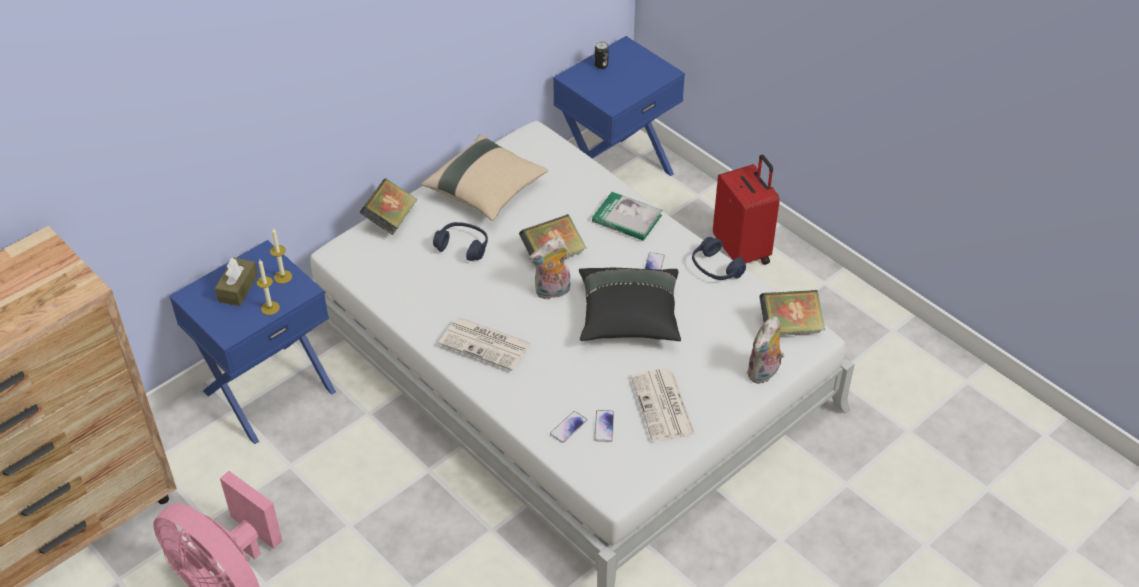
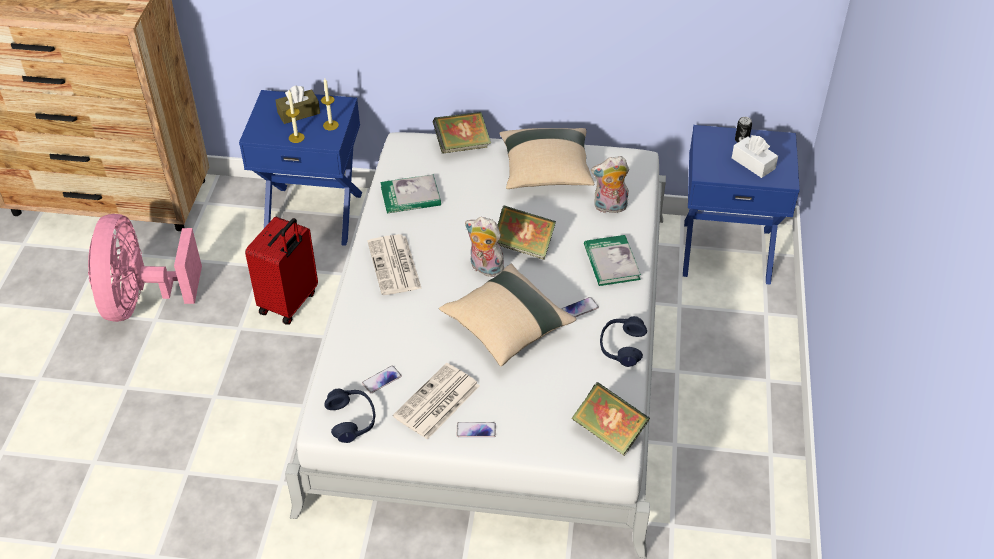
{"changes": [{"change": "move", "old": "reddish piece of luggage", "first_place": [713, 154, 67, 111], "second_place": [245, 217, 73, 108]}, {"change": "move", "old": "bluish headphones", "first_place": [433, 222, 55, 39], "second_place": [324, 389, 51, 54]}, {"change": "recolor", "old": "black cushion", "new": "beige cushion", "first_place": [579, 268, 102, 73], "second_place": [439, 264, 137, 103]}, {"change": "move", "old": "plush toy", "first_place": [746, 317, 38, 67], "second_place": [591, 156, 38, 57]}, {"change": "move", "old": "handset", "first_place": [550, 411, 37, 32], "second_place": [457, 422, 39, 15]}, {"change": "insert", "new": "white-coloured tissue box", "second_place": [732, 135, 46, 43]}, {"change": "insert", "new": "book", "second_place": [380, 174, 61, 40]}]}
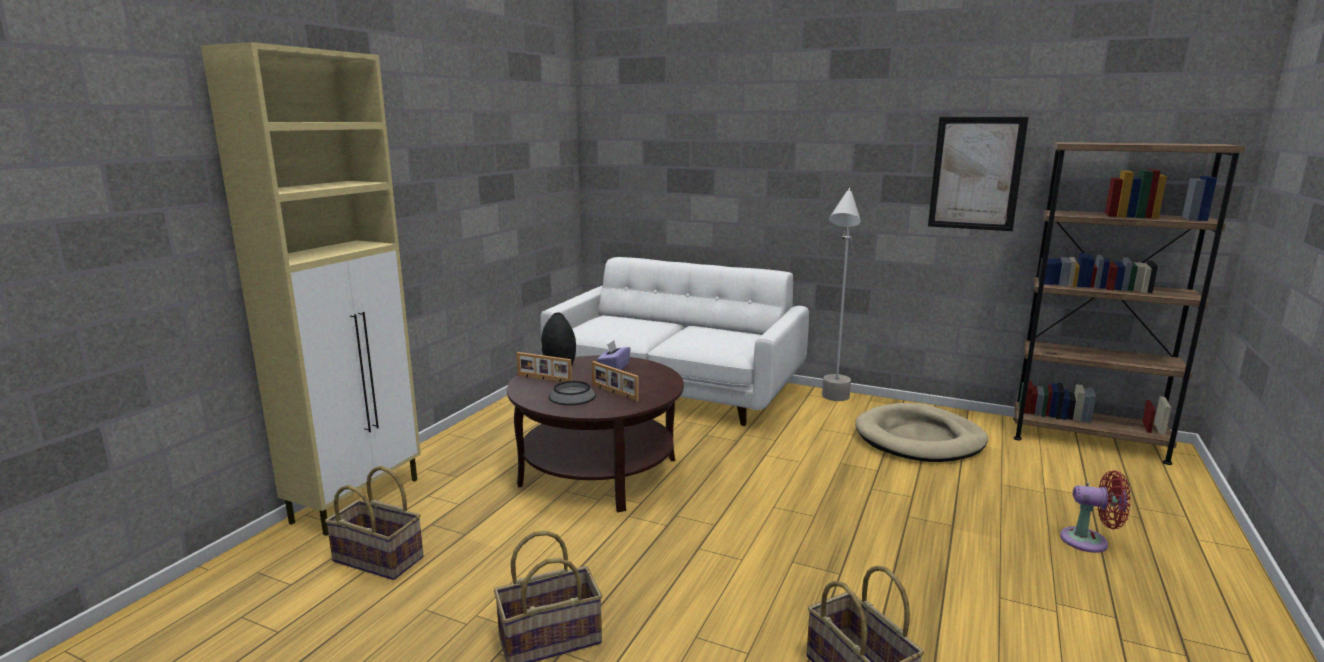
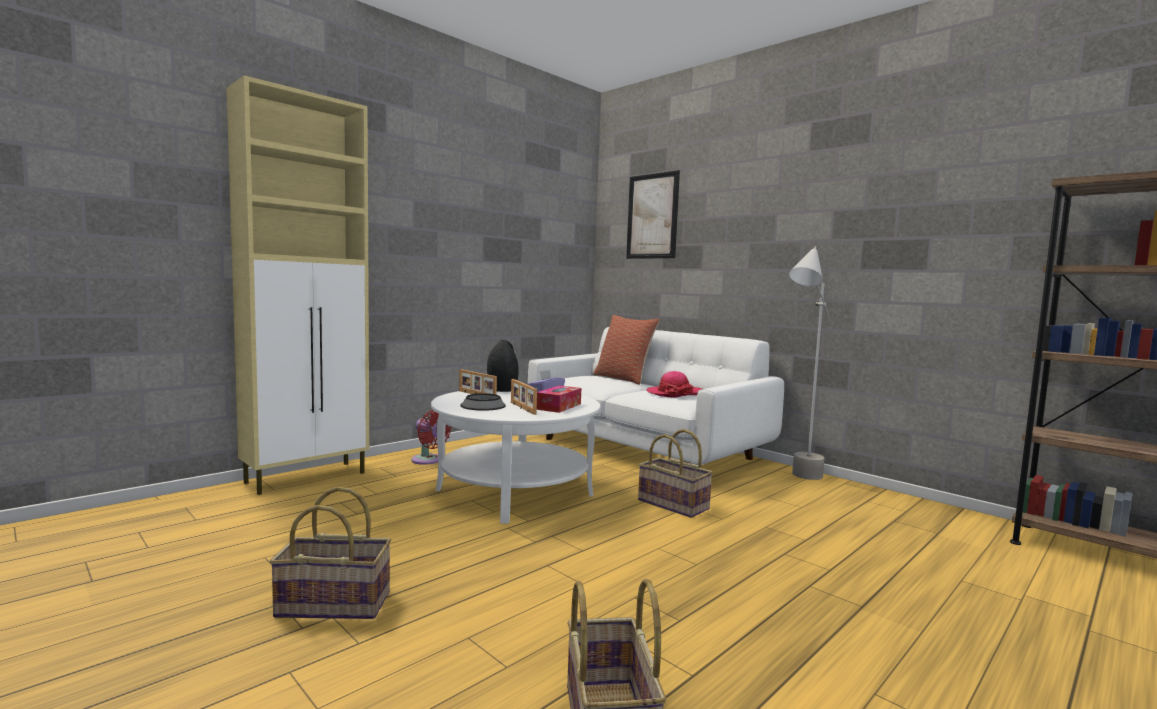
{"changes": [{"change": "move", "old": "wall art", "first_place": [928, 117, 101, 114], "second_place": [626, 170, 54, 89]}, {"change": "recolor", "old": "brown-coloured lounge table", "new": "white-coloured lounge table", "first_place": [507, 355, 177, 157], "second_place": [431, 391, 169, 133]}, {"change": "delete", "old": "beige dog cushion", "first_place": [855, 403, 133, 59]}, {"change": "move", "old": "storage basket", "first_place": [325, 466, 99, 114], "second_place": [638, 429, 75, 89]}, {"change": "move", "old": "reddish electric fan", "first_place": [1060, 471, 71, 82], "second_place": [411, 410, 41, 55]}, {"change": "insert", "new": "cushion", "second_place": [593, 315, 66, 70]}, {"change": "insert", "new": "hat", "second_place": [646, 371, 56, 26]}, {"change": "insert", "new": "tissue box", "second_place": [537, 385, 44, 28]}]}
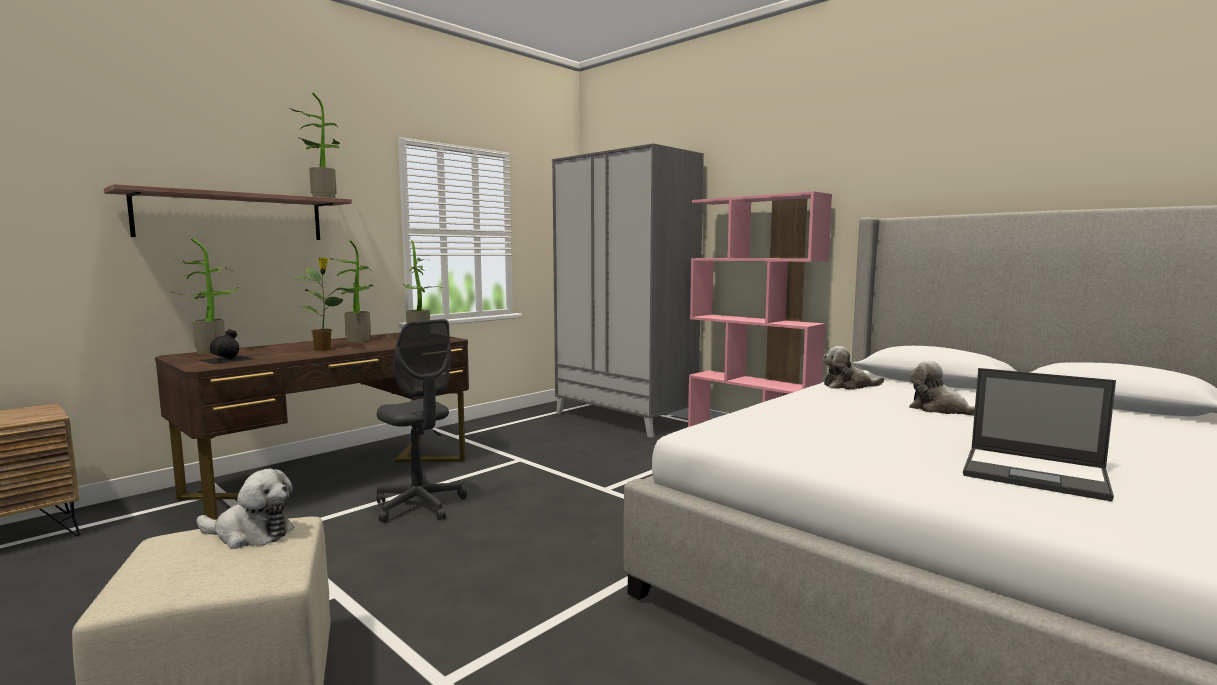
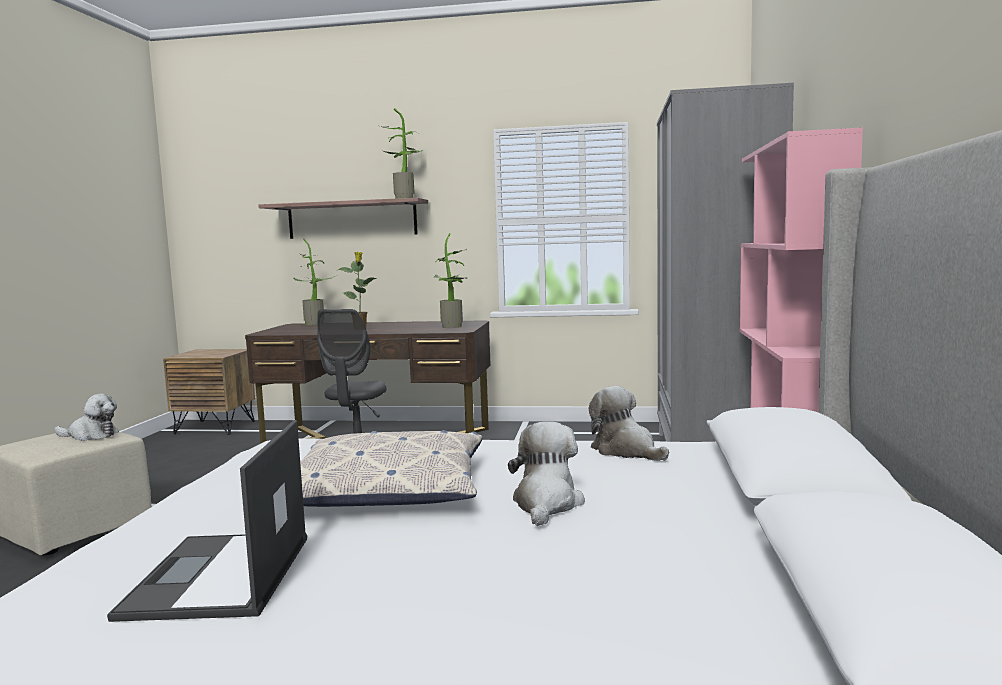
{"changes": [{"change": "delete", "old": "potted plant", "first_place": [330, 240, 43, 102]}, {"change": "delete", "old": "black bottle", "first_place": [198, 329, 57, 35]}, {"change": "rotate", "old": "plush toy", "first_place": [196, 469, 98, 80], "second_place": [55, 394, 64, 47], "degrees": -60}, {"change": "insert", "new": "cushion", "second_place": [300, 430, 183, 77]}]}
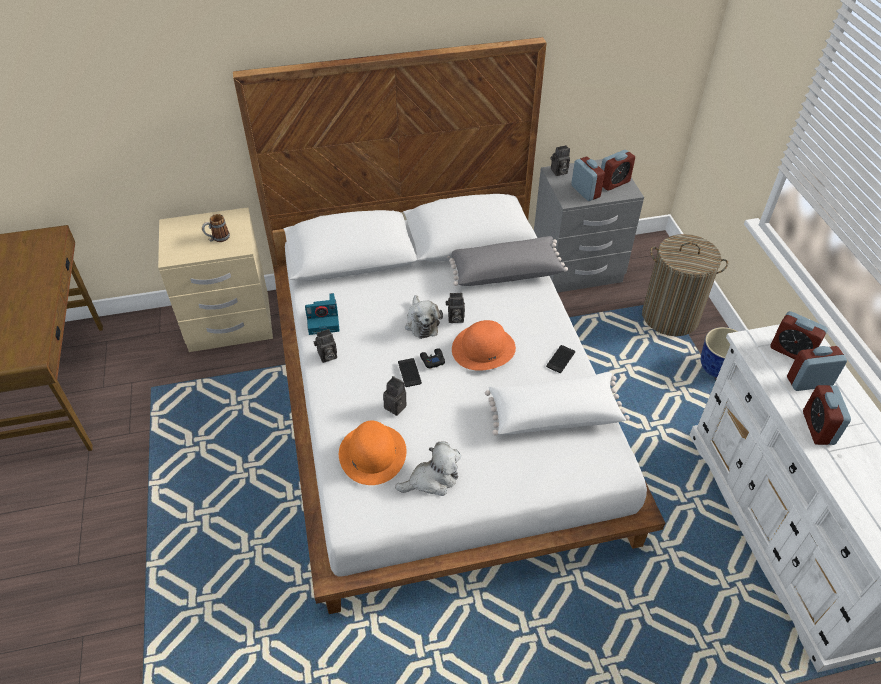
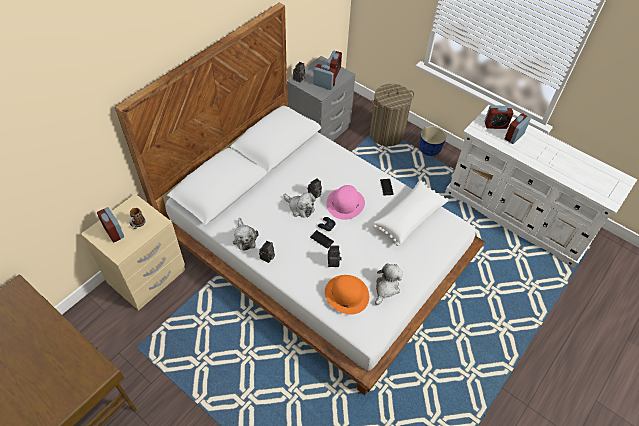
{"changes": [{"change": "delete", "old": "grey cushion", "first_place": [447, 236, 121, 50]}, {"change": "replace", "old": "still camera", "new": "plush toy", "first_place": [305, 293, 35, 42], "second_place": [233, 218, 25, 33]}, {"change": "recolor", "old": "orange-coloured hat", "new": "pinkish hat", "first_place": [452, 320, 64, 51], "second_place": [326, 185, 39, 35]}, {"change": "move", "old": "table clock", "first_place": [803, 385, 48, 60], "second_place": [97, 207, 27, 36]}]}
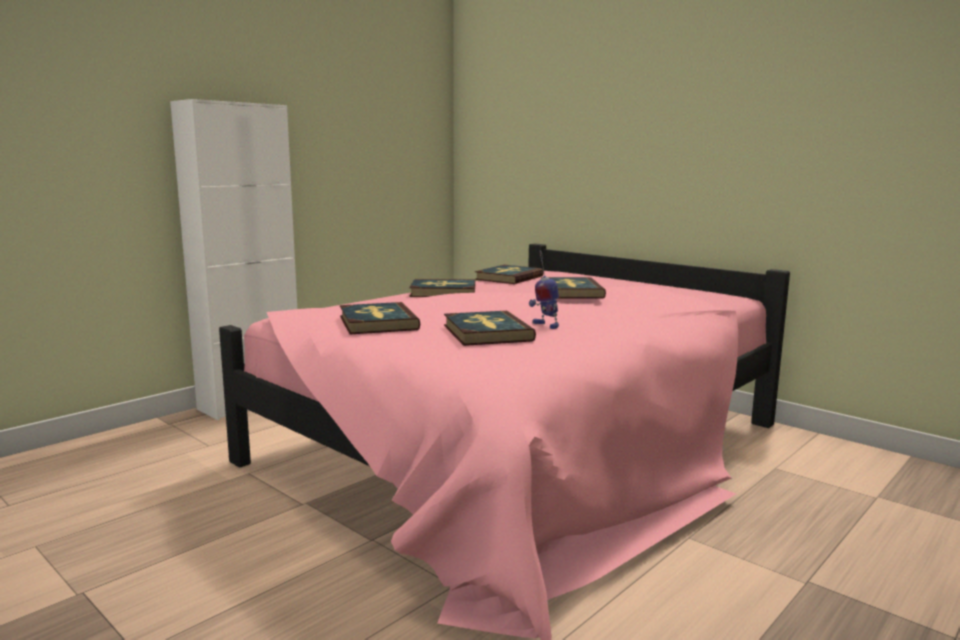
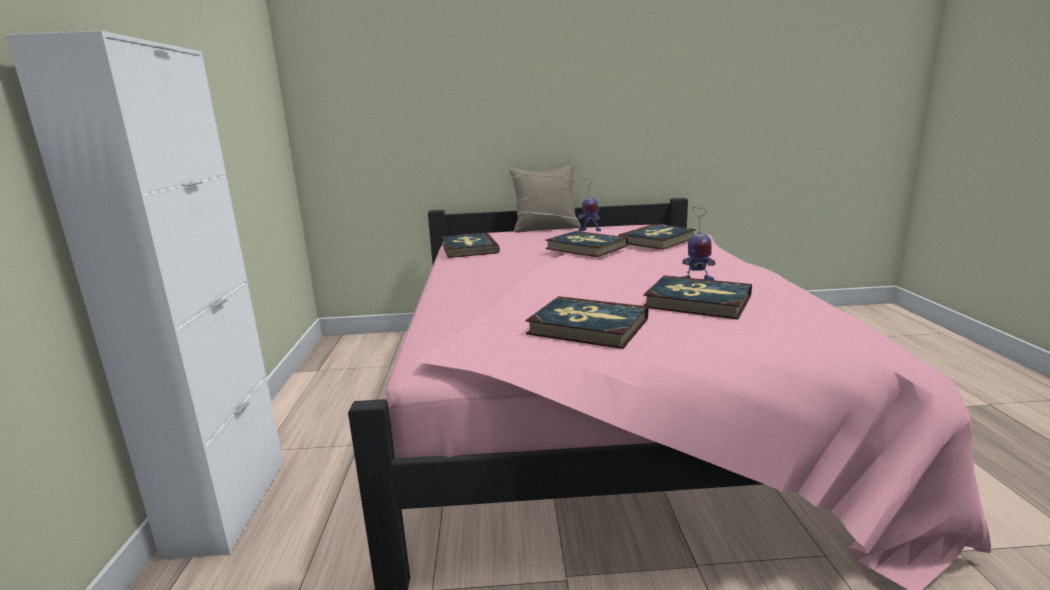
{"changes": [{"change": "move", "old": "book", "first_place": [409, 279, 66, 18], "second_place": [618, 224, 78, 26]}, {"change": "insert", "new": "beige cushion", "second_place": [509, 165, 72, 68]}, {"change": "insert", "new": "toy robot", "second_place": [578, 179, 23, 52]}]}
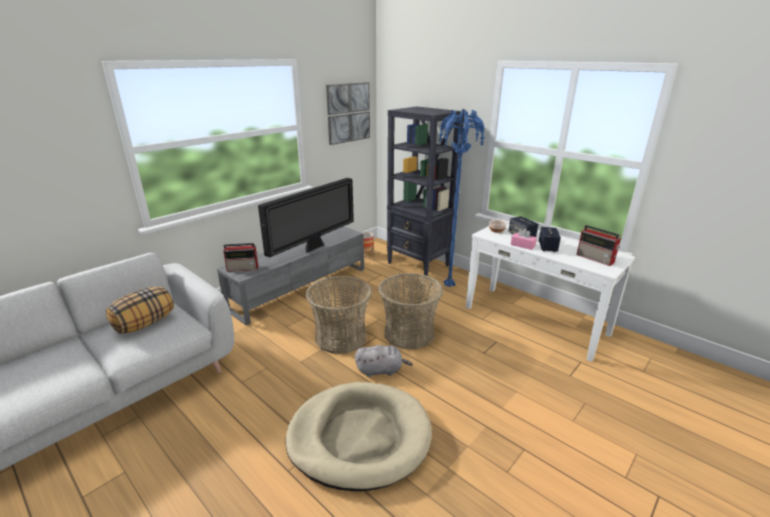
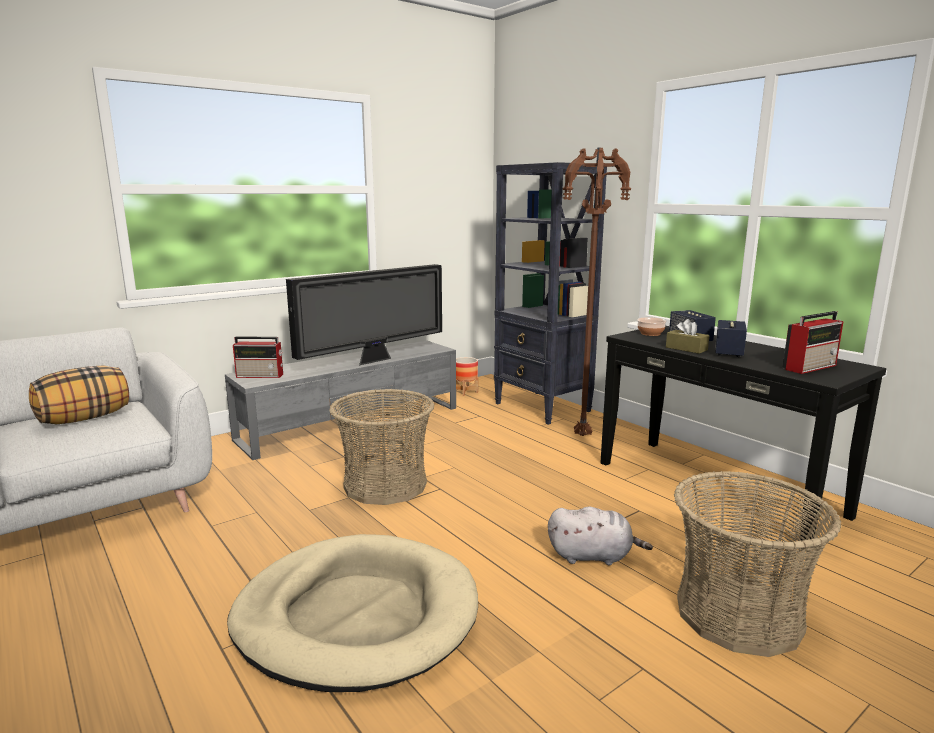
{"changes": [{"change": "delete", "old": "wall art", "first_place": [326, 82, 44, 63]}, {"change": "recolor", "old": "bluish floor lamp", "new": "brown-coloured floor lamp", "first_place": [438, 109, 47, 178], "second_place": [562, 148, 69, 288]}, {"change": "recolor", "old": "white-coloured narrow table", "new": "black narrow table", "first_place": [466, 222, 169, 140], "second_place": [600, 326, 286, 223]}, {"change": "rotate", "old": "radio set", "first_place": [577, 225, 44, 41], "second_place": [782, 311, 61, 63], "degrees": -90}, {"change": "recolor", "old": "pinkish tissue box", "new": "brown-coloured tissue box", "first_place": [511, 229, 26, 21], "second_place": [666, 319, 43, 35]}, {"change": "move", "old": "storage basket", "first_place": [378, 273, 66, 76], "second_place": [674, 471, 167, 186]}, {"change": "move", "old": "grey plush toy", "first_place": [355, 345, 58, 32], "second_place": [548, 507, 105, 58]}]}
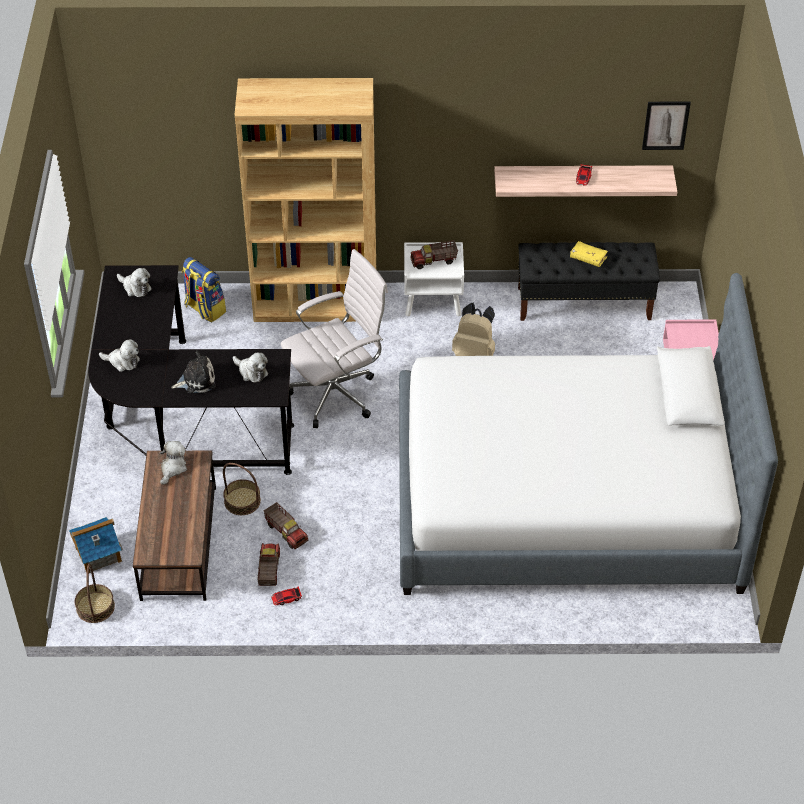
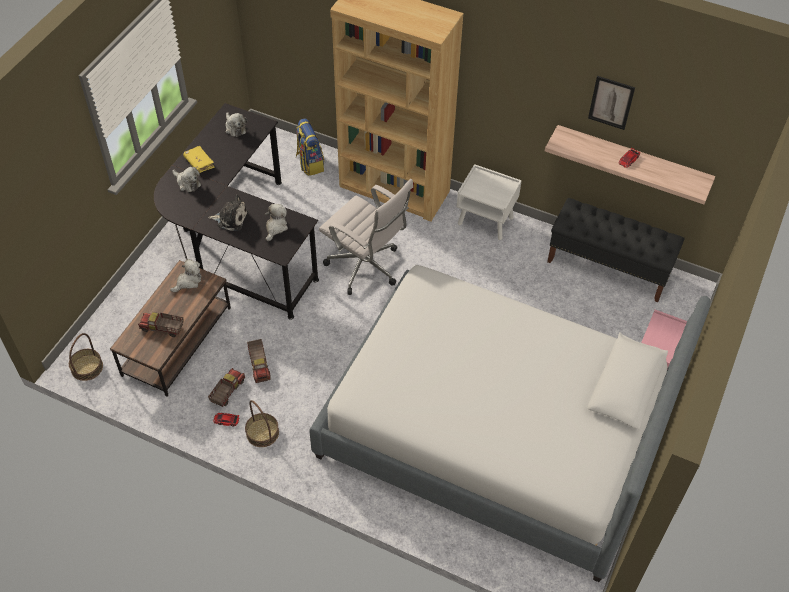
{"changes": [{"change": "move", "old": "wall art", "first_place": [642, 102, 49, 48], "second_place": [588, 76, 47, 54]}, {"change": "move", "old": "model truck", "first_place": [410, 241, 48, 28], "second_place": [138, 312, 46, 25]}, {"change": "move", "old": "yellow book", "first_place": [570, 241, 38, 26], "second_place": [183, 146, 31, 27]}, {"change": "rotate", "old": "white-coloured computer chair", "first_place": [281, 249, 107, 179], "second_place": [319, 179, 94, 116], "degrees": 45}, {"change": "delete", "old": "beige backpack", "first_place": [452, 302, 43, 54]}, {"change": "rotate", "old": "plush toy", "first_place": [233, 352, 35, 31], "second_place": [265, 204, 23, 37], "degrees": -135}, {"change": "move", "old": "storage basket", "first_place": [223, 463, 38, 52], "second_place": [245, 400, 34, 47]}, {"change": "delete", "old": "toy house", "first_place": [69, 517, 54, 56]}]}
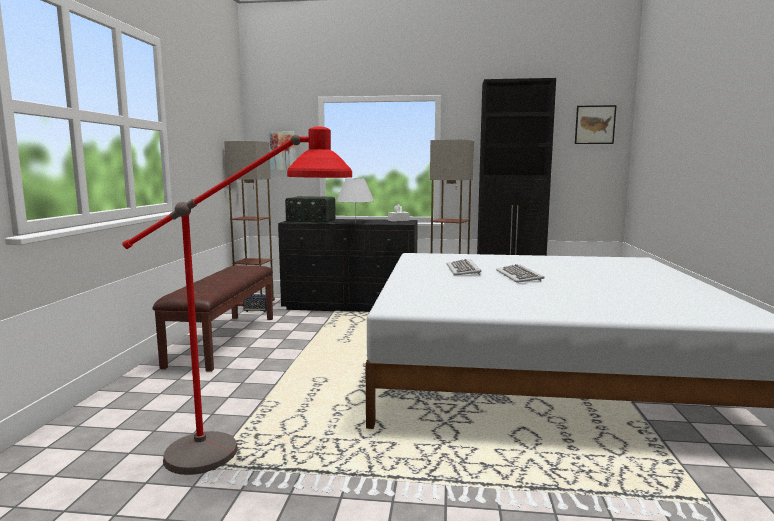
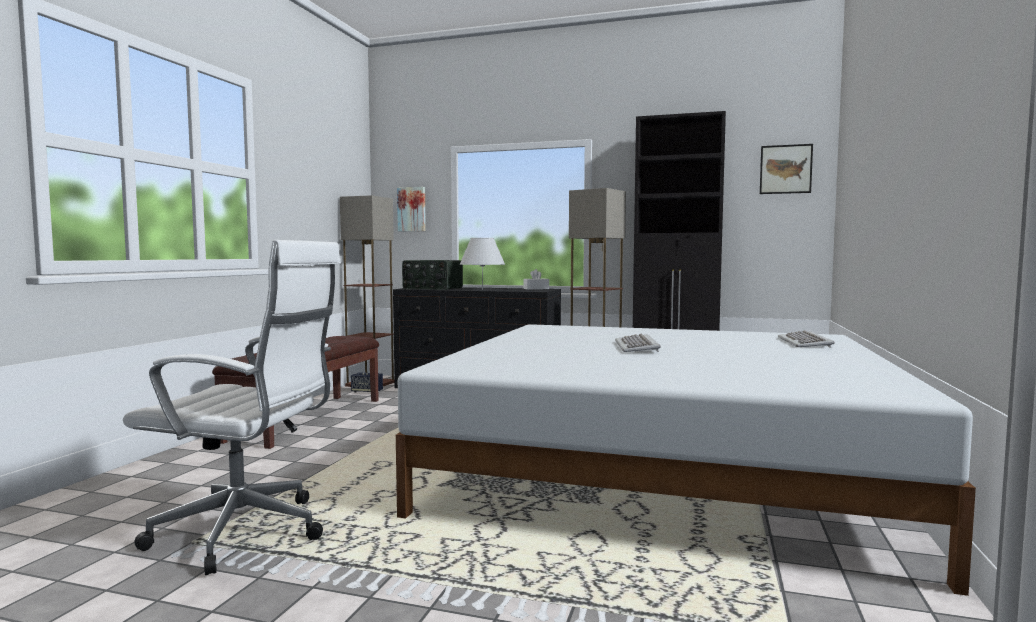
{"changes": [{"change": "replace", "old": "reddish floor lamp", "new": "white-coloured computer chair", "first_place": [122, 127, 230, 348], "second_place": [123, 240, 218, 335]}, {"change": "move", "old": "keyboard", "first_place": [447, 259, 35, 16], "second_place": [778, 330, 57, 18]}]}
